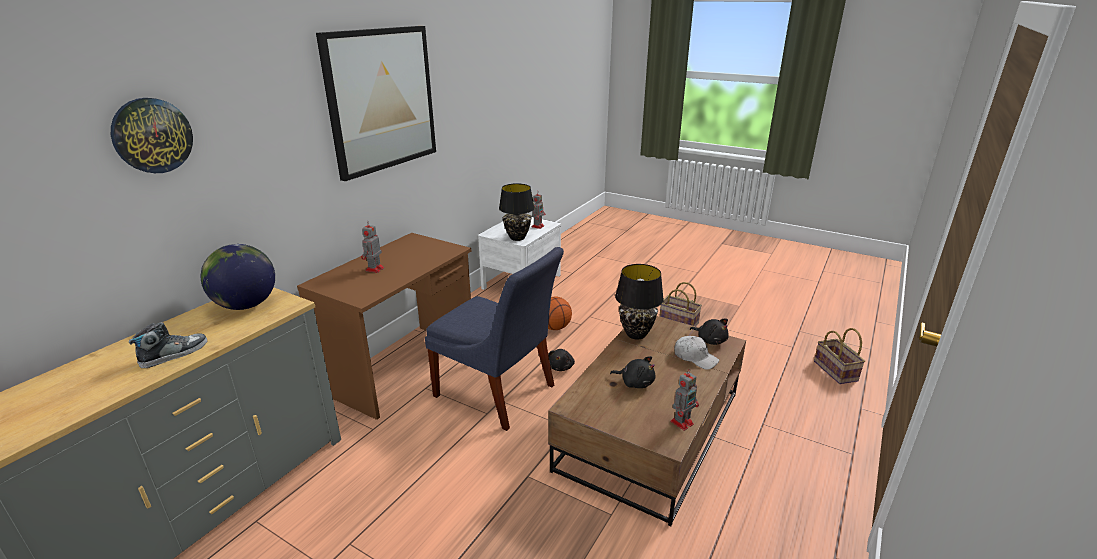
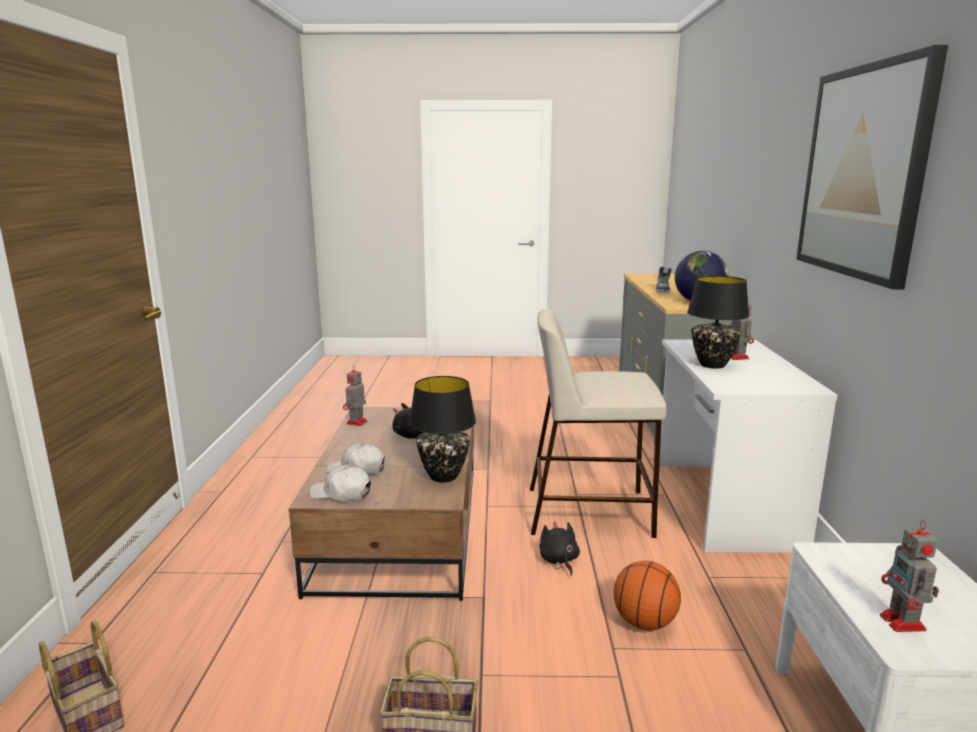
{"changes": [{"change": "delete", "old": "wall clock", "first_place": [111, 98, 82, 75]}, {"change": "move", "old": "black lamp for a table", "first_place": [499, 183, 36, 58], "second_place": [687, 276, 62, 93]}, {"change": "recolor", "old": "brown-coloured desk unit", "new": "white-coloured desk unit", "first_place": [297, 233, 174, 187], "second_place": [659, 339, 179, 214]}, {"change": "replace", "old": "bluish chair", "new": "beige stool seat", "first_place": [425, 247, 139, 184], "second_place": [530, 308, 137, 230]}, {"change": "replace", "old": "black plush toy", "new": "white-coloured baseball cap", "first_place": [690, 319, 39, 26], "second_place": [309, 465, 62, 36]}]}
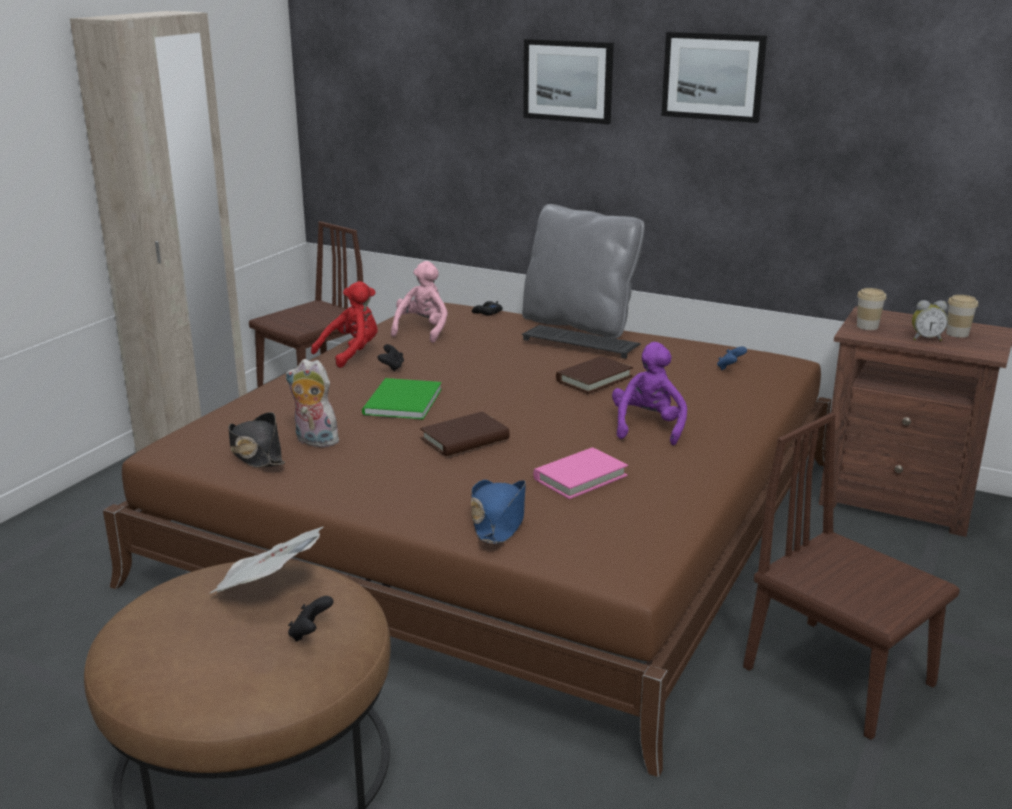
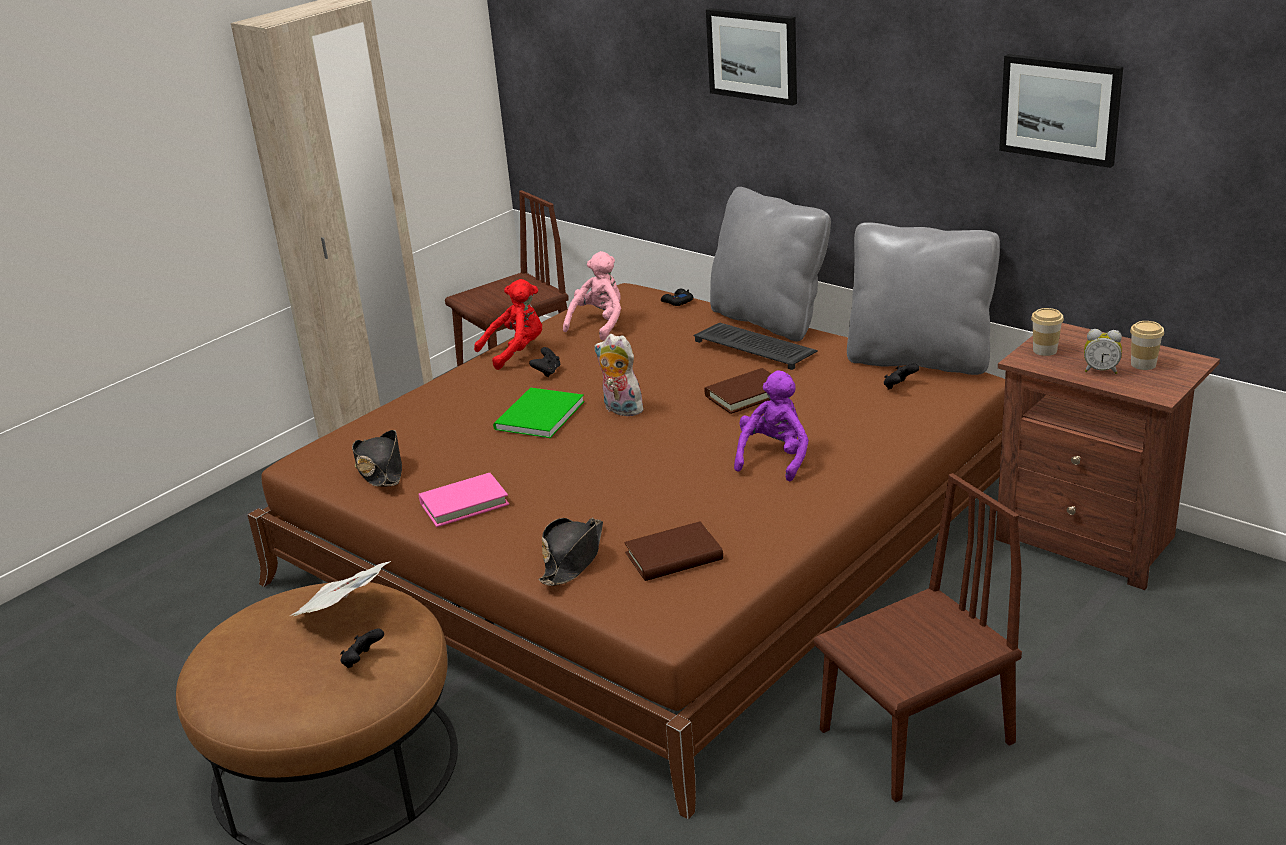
{"changes": [{"change": "move", "old": "wall art", "first_place": [661, 32, 106, 91], "second_place": [999, 54, 124, 114]}, {"change": "recolor", "old": "bluish gamepad", "new": "black gamepad", "first_place": [717, 347, 30, 23], "second_place": [884, 364, 35, 26]}, {"change": "move", "old": "plush toy", "first_place": [286, 359, 53, 90], "second_place": [594, 334, 49, 82]}, {"change": "move", "old": "brown-coloured book", "first_place": [420, 412, 90, 44], "second_place": [624, 521, 99, 60]}, {"change": "rotate", "old": "brown-coloured chair", "first_place": [743, 412, 217, 328], "second_place": [814, 473, 208, 329], "degrees": 90}, {"change": "move", "old": "pinkish book", "first_place": [533, 447, 95, 52], "second_place": [419, 473, 90, 54]}, {"change": "recolor", "old": "bluish hat", "new": "black hat", "first_place": [471, 480, 55, 64], "second_place": [539, 518, 64, 68]}, {"change": "insert", "new": "grey cushion", "second_place": [847, 222, 153, 153]}]}
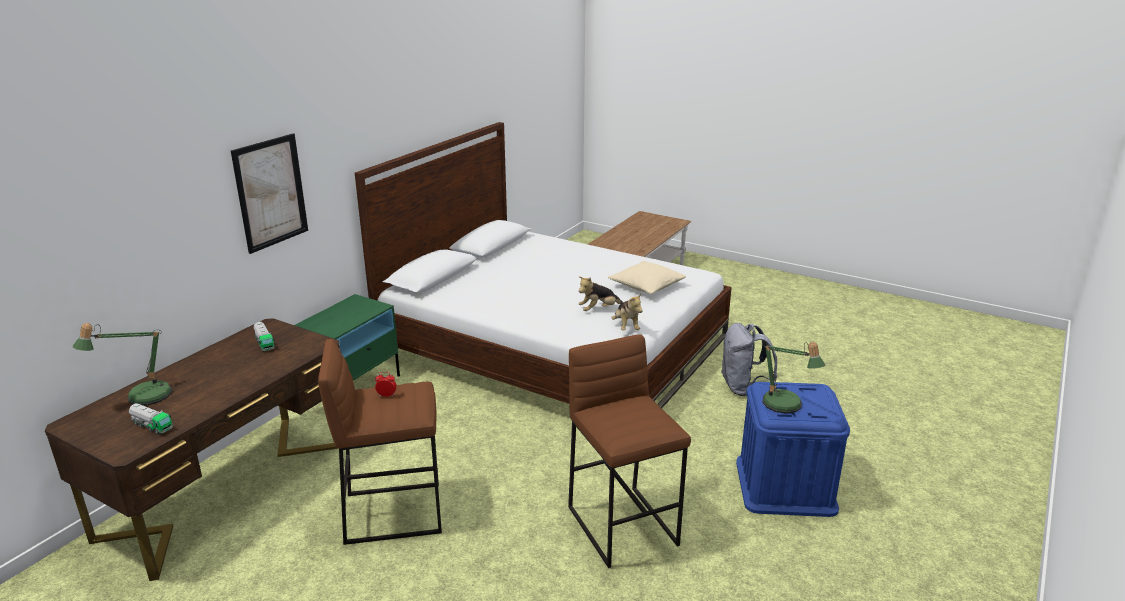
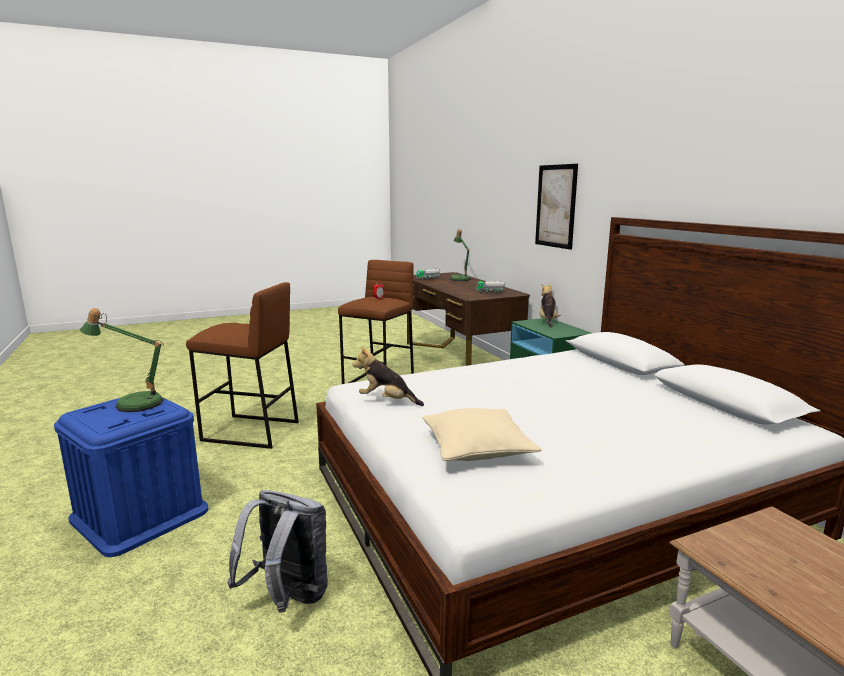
{"changes": [{"change": "move", "old": "plush toy", "first_place": [579, 276, 44, 35], "second_place": [540, 284, 20, 44]}]}
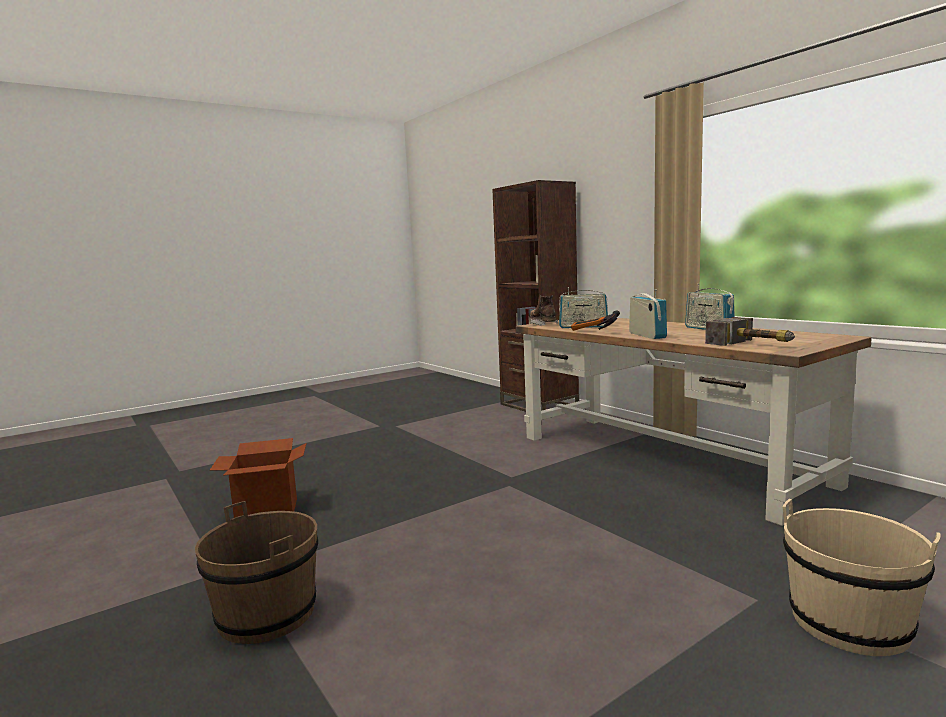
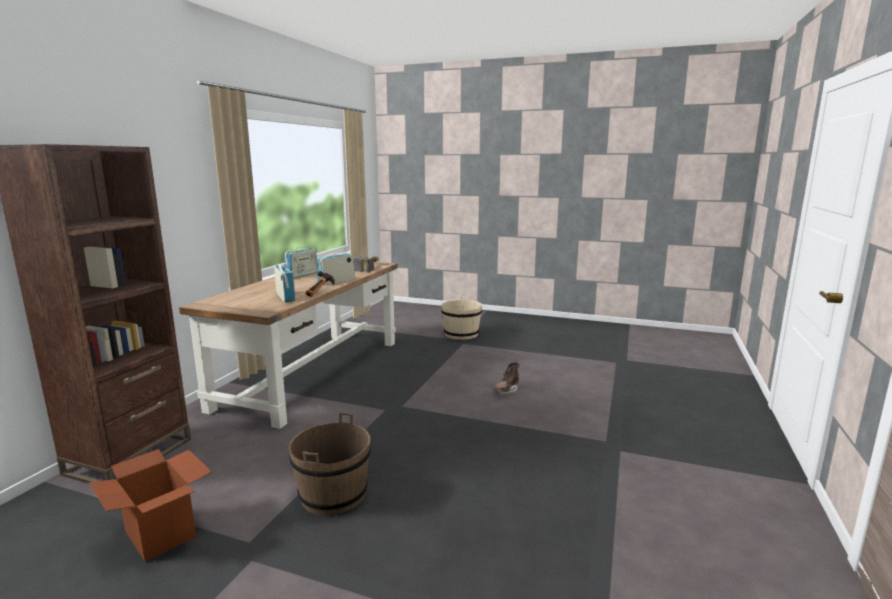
{"changes": [{"change": "move", "old": "brown-coloured tall boot", "first_place": [529, 295, 29, 31], "second_place": [494, 360, 26, 34]}, {"change": "move", "old": "cardboard box", "first_place": [210, 438, 97, 80], "second_place": [89, 449, 123, 113]}, {"change": "move", "old": "brown-coloured pail", "first_place": [195, 501, 123, 143], "second_place": [289, 413, 82, 103]}]}
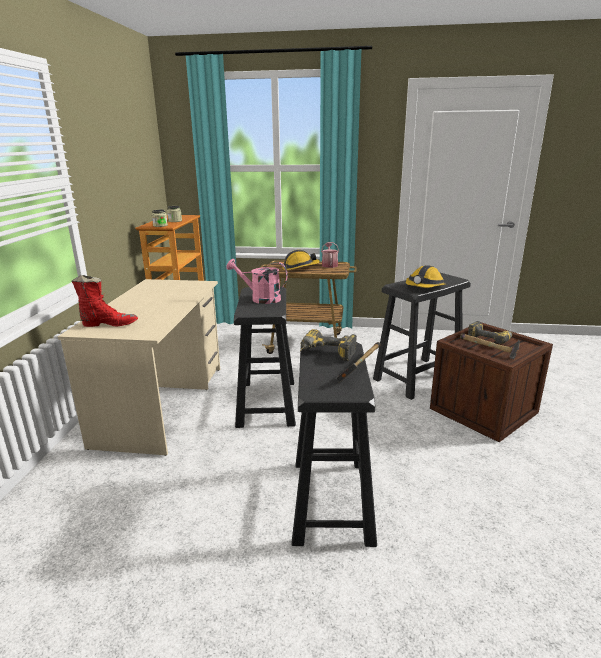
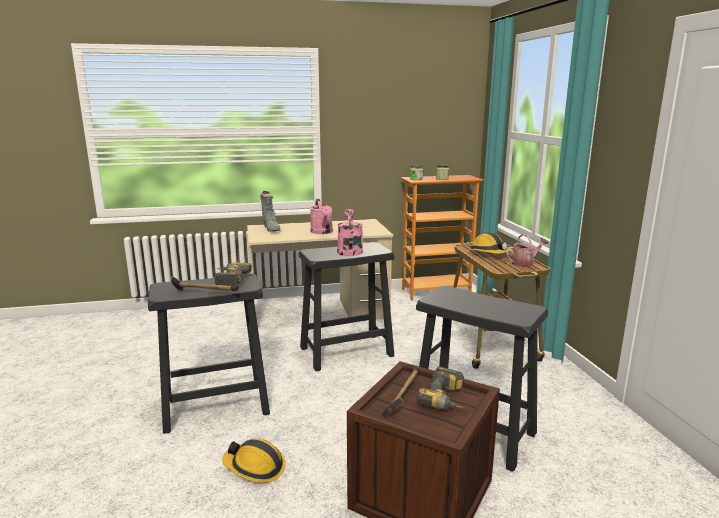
{"changes": [{"change": "move", "old": "safety helmet", "first_place": [406, 265, 39, 23], "second_place": [222, 438, 63, 45]}, {"change": "recolor", "old": "reddish tall boot", "new": "grey tall boot", "first_place": [71, 275, 67, 52], "second_place": [260, 191, 20, 41]}, {"change": "insert", "new": "pinkish watering can", "second_place": [310, 199, 23, 35]}]}
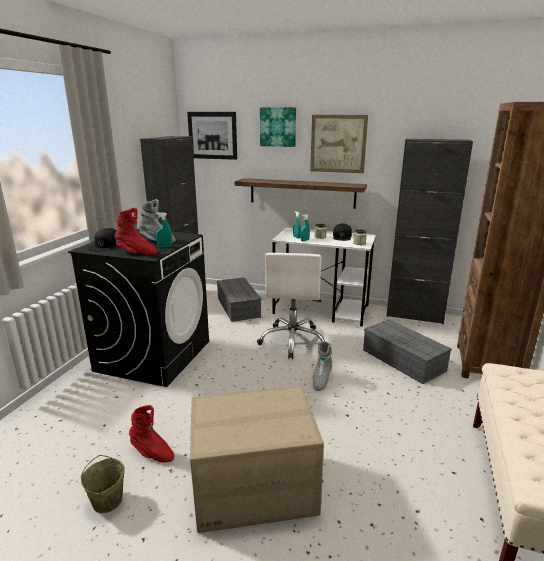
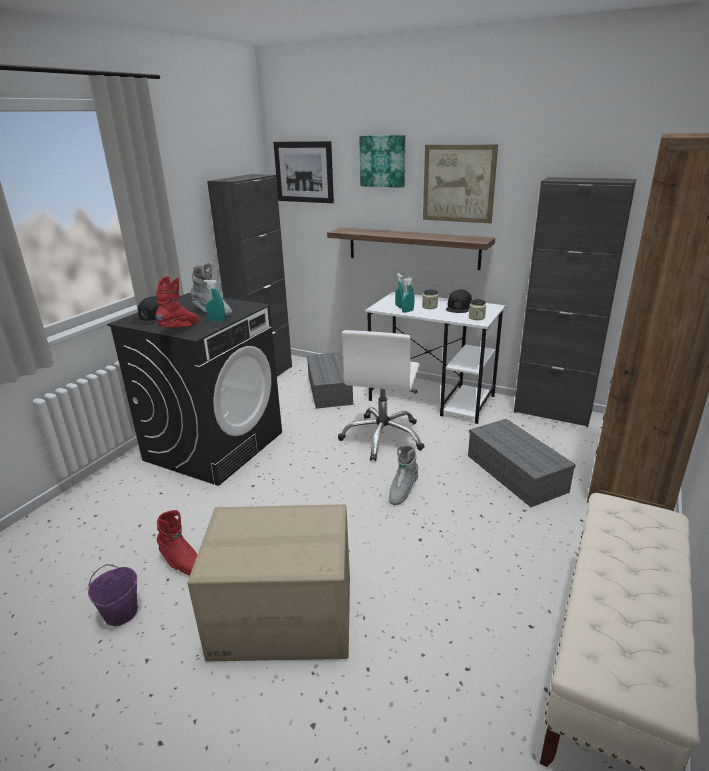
{"changes": [{"change": "rotate", "old": "reddish tall boot", "first_place": [115, 208, 43, 47], "second_place": [155, 276, 44, 51], "degrees": -90}, {"change": "recolor", "old": "beige pail", "new": "purplish pail", "first_place": [81, 455, 44, 58], "second_place": [88, 564, 49, 62]}]}
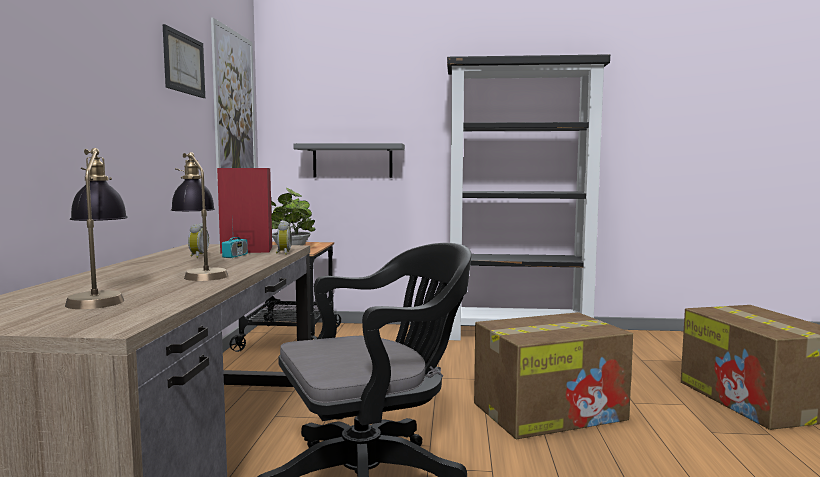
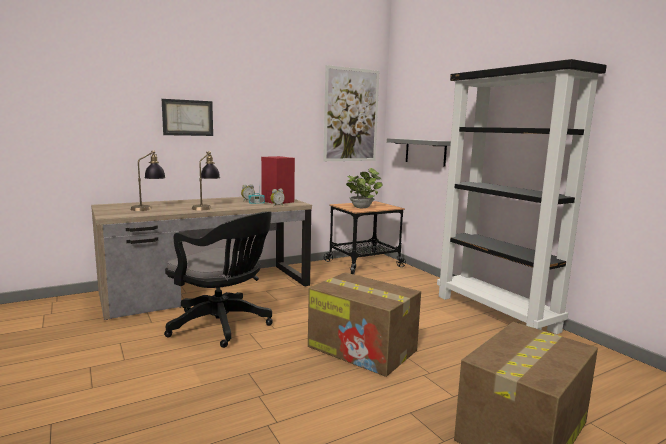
{"changes": [{"change": "move", "old": "wall art", "first_place": [163, 24, 42, 74], "second_place": [162, 99, 51, 37]}]}
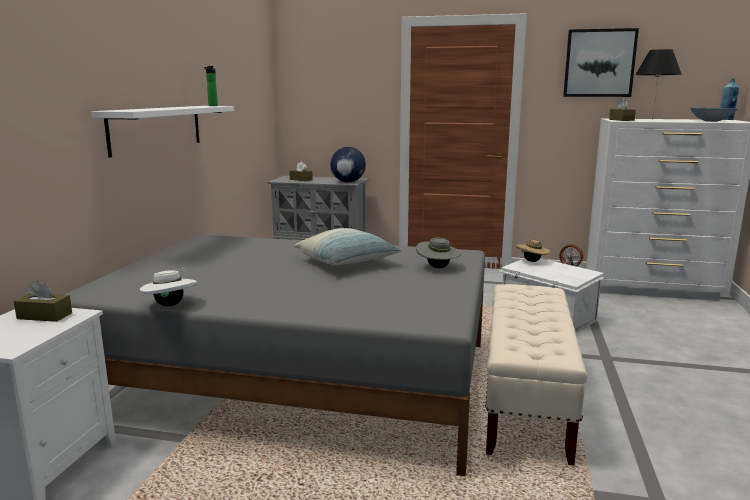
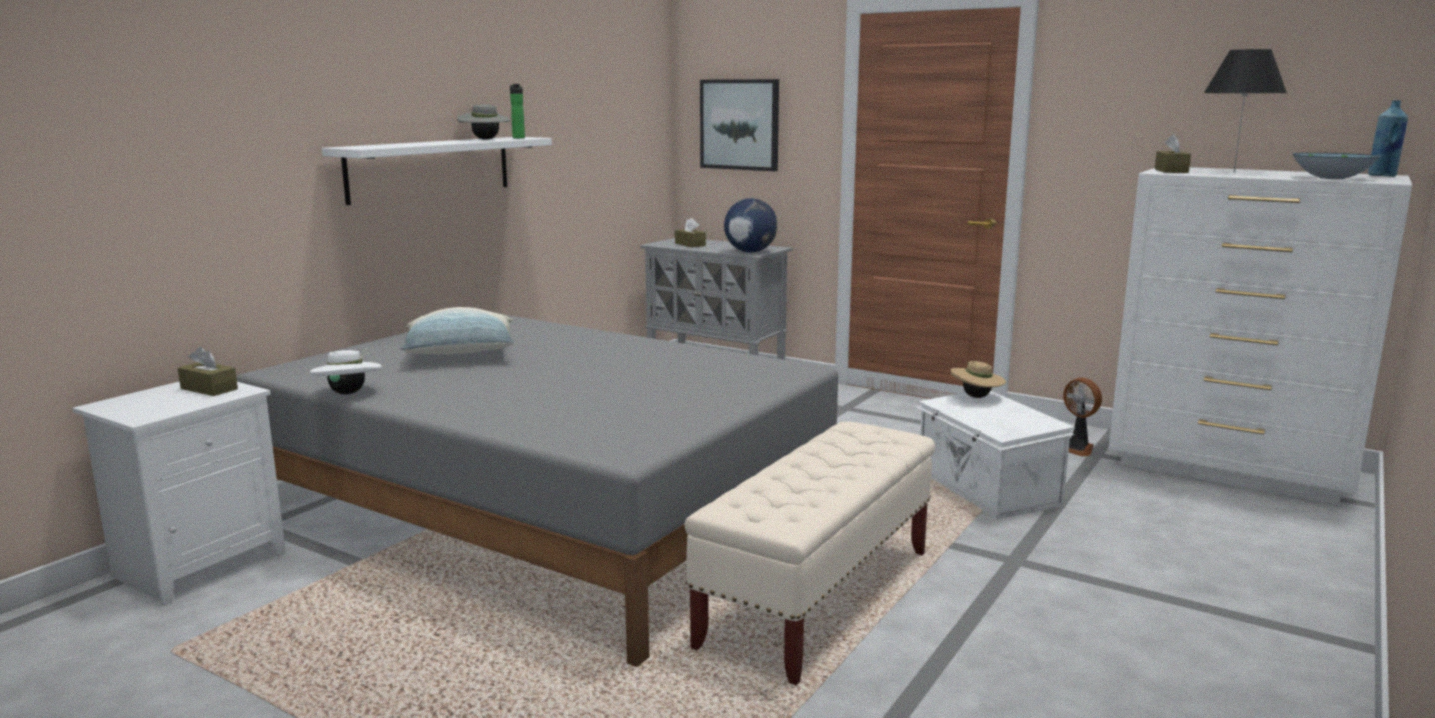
{"changes": [{"change": "move", "old": "wall art", "first_place": [563, 28, 76, 69], "second_place": [700, 79, 79, 92]}, {"change": "move", "old": "cushion", "first_place": [294, 228, 107, 37], "second_place": [400, 307, 114, 47]}, {"change": "move", "old": "grey hat", "first_place": [416, 238, 45, 30], "second_place": [457, 104, 54, 36]}]}
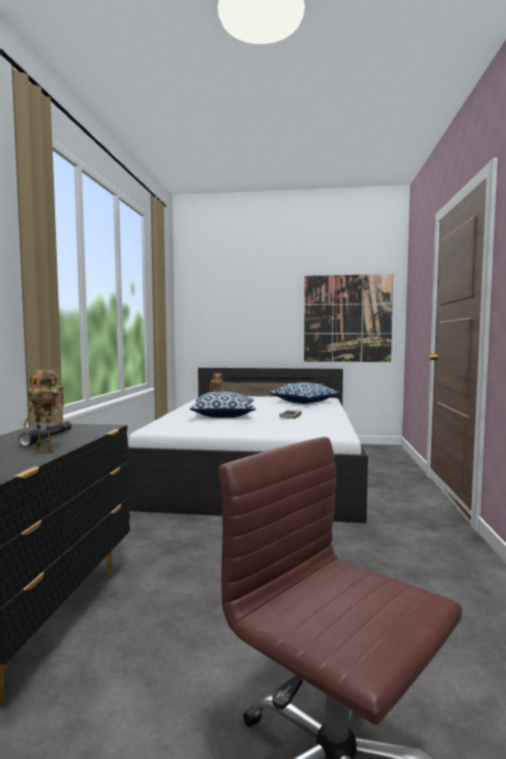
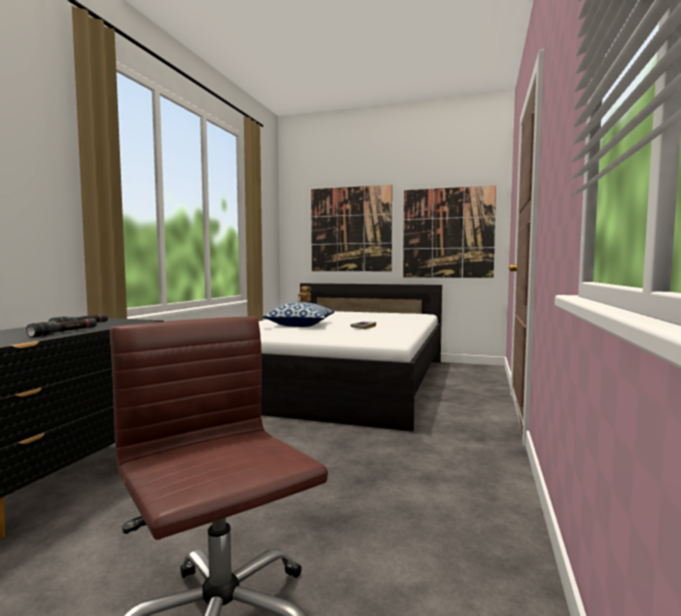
{"changes": [{"change": "replace", "old": "toy robot", "new": "black hand torch", "first_place": [23, 370, 41, 82], "second_place": [26, 318, 71, 19]}, {"change": "delete", "old": "cushion", "first_place": [269, 382, 72, 22]}, {"change": "insert", "new": "wall art", "second_place": [311, 185, 81, 86]}]}
